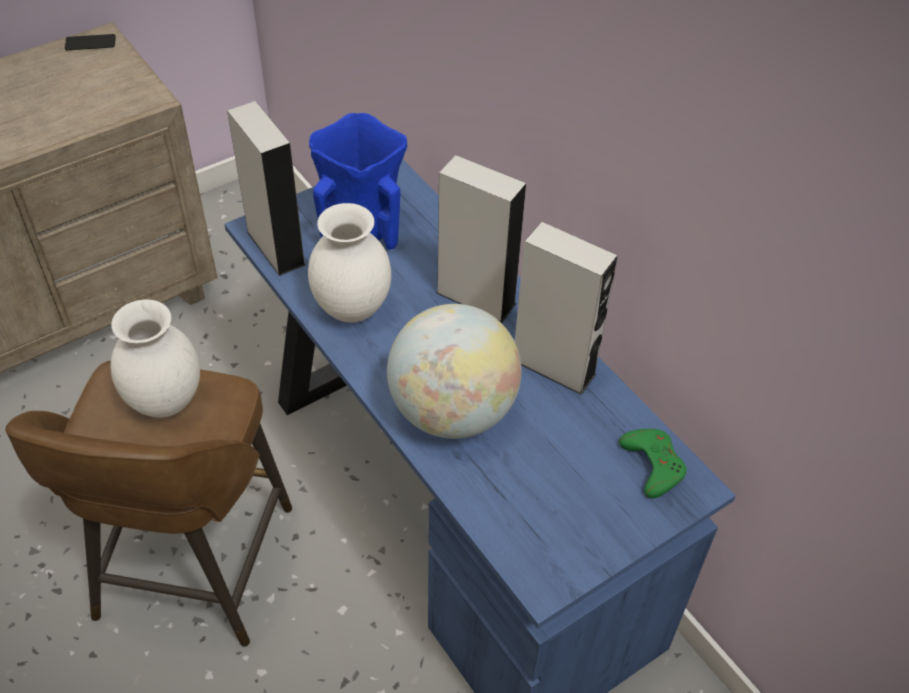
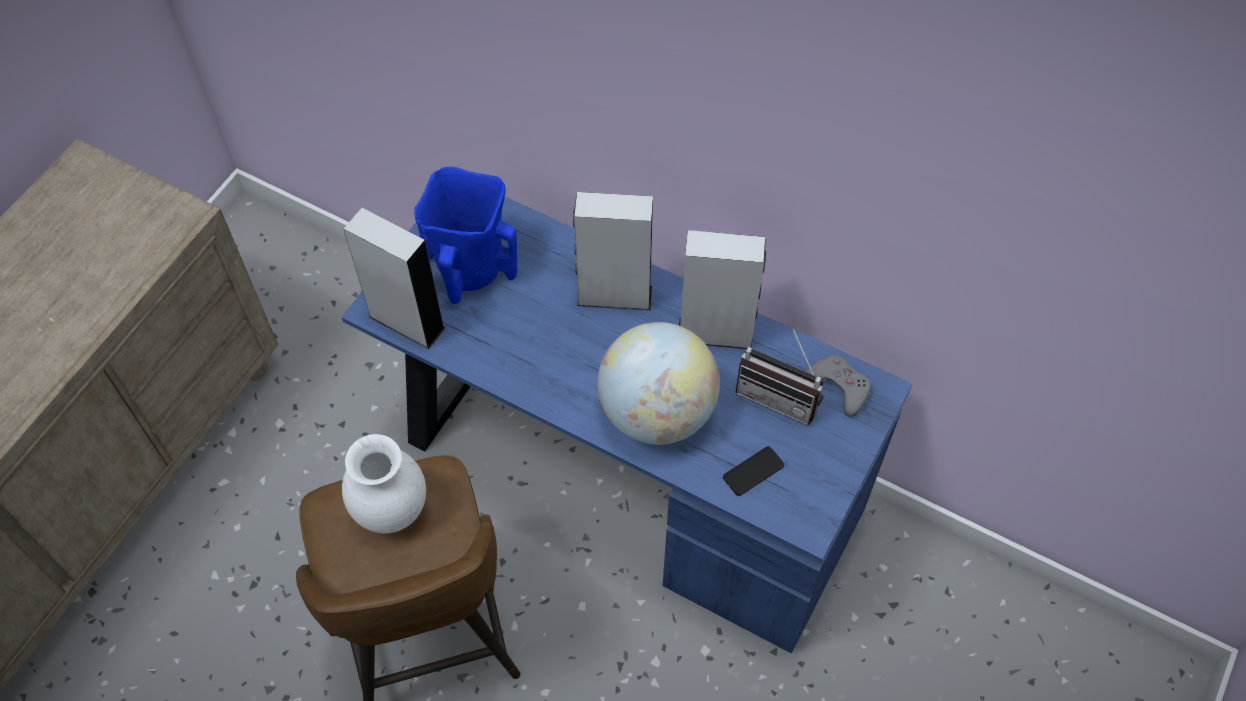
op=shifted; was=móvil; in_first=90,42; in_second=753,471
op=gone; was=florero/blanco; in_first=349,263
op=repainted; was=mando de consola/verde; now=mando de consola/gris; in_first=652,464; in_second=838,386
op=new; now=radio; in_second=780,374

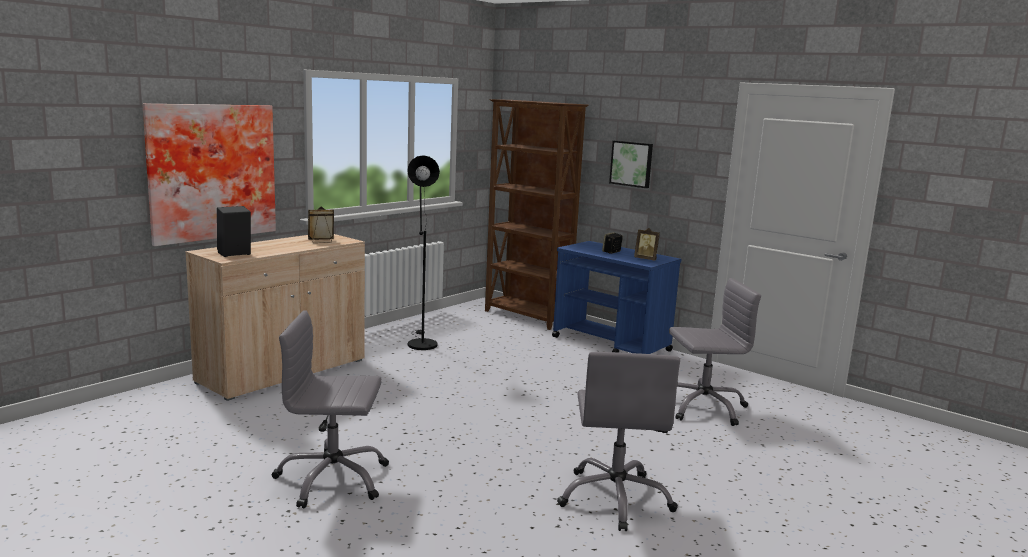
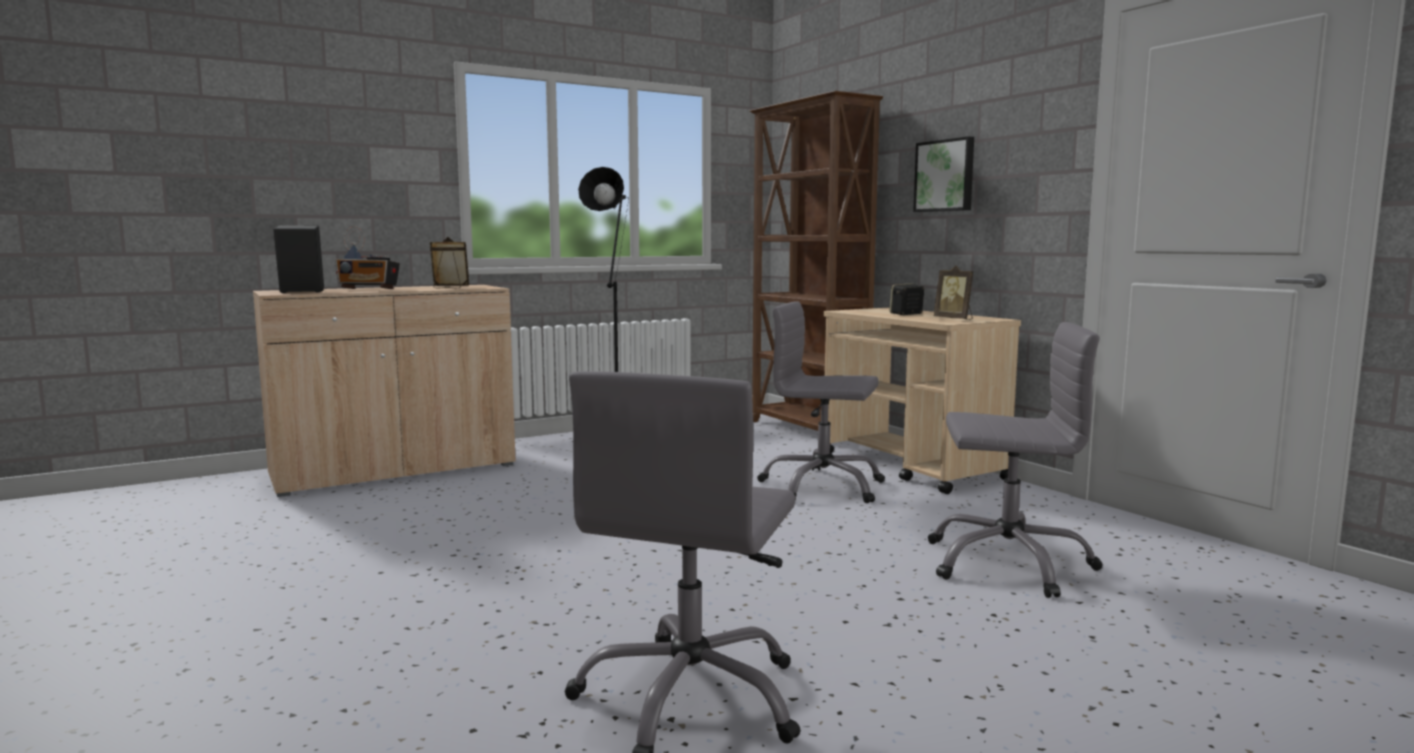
op=gone; was=cuadro; in_first=209,174
op=shifted; was=silla de oficina/gris; in_first=330,409; in_second=821,402
op=repainted; was=carrito/azul; now=carrito/beis; in_first=616,297; in_second=922,401
op=new; now=radio; in_second=367,257

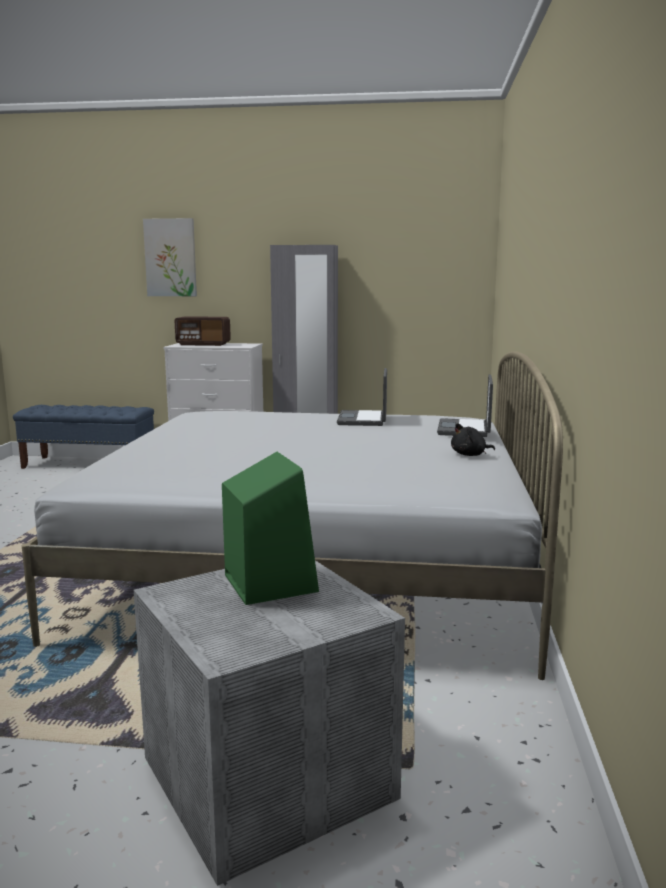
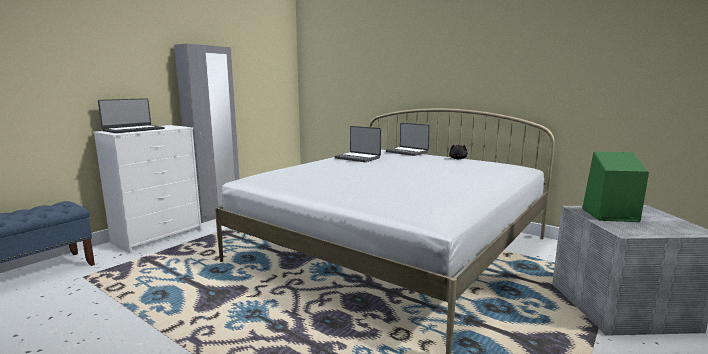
op=gone; was=cuadro; in_first=170,257
op=swapped; was=radio; now=portátil; in_first=203,331; in_second=131,115

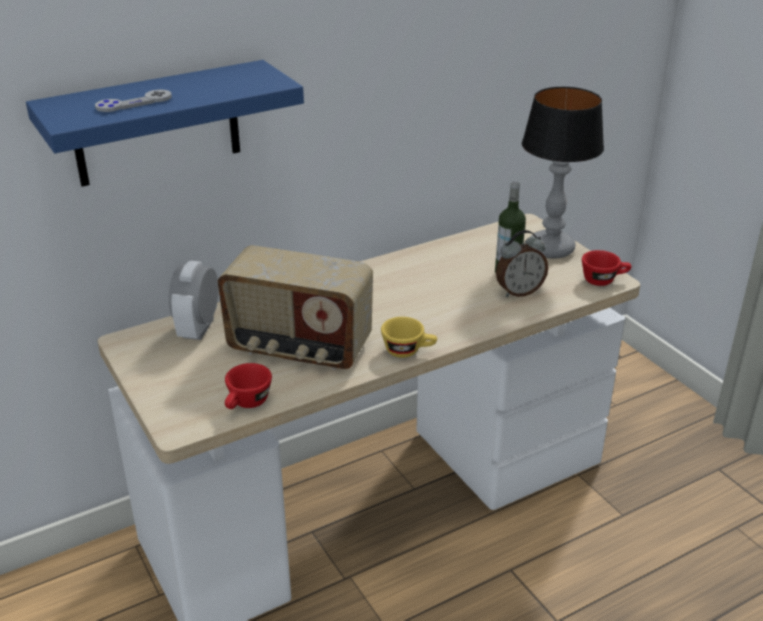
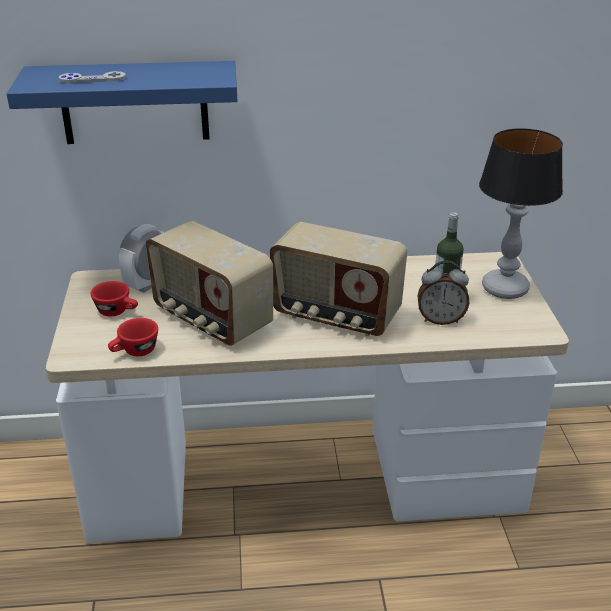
op=gone; was=taza/amarillo; in_first=409,337
op=shifted; was=taza/rojo; in_first=606,268; in_second=114,299
op=new; now=radio; in_second=338,279

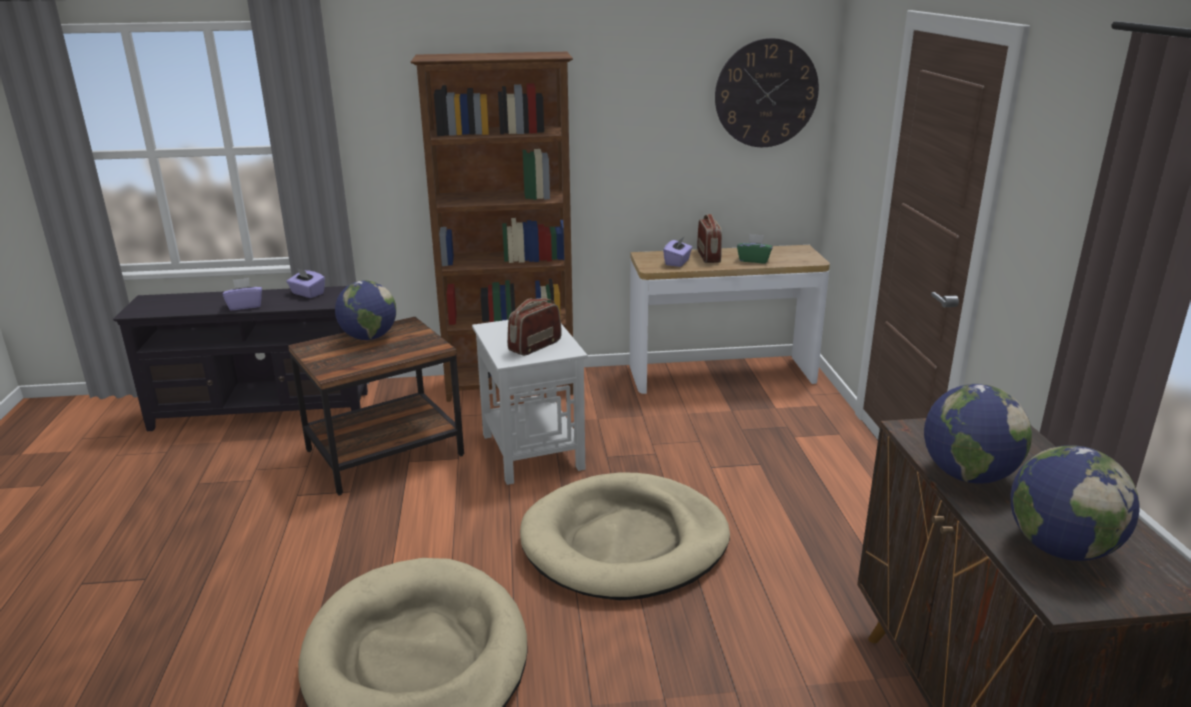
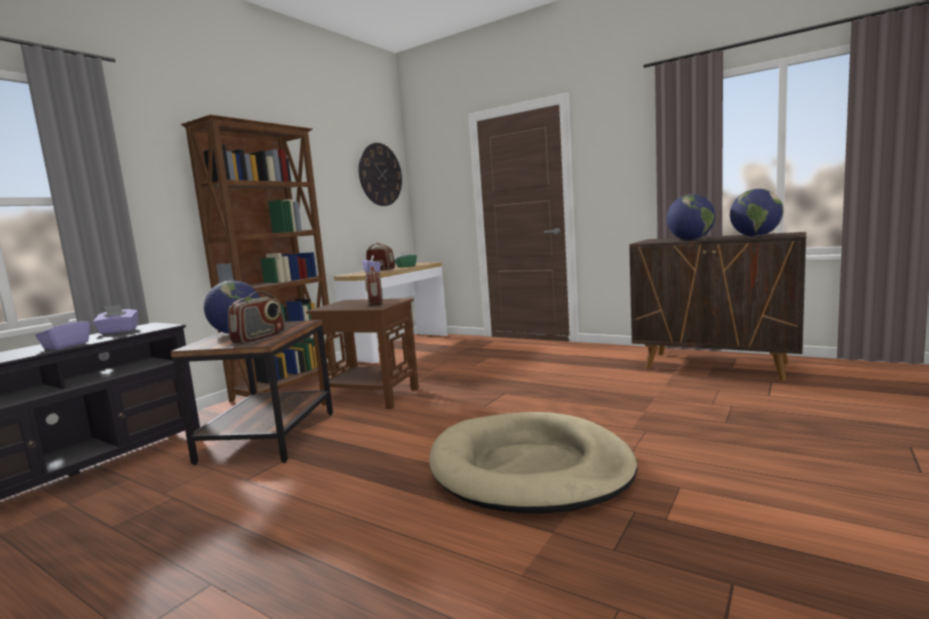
op=repainted; was=mesa auxiliar/blanco; now=mesa auxiliar/marrón; in_first=530,402; in_second=362,353
op=gone; was=cama para perro/beis; in_first=625,536
op=new; now=radio; in_second=256,317

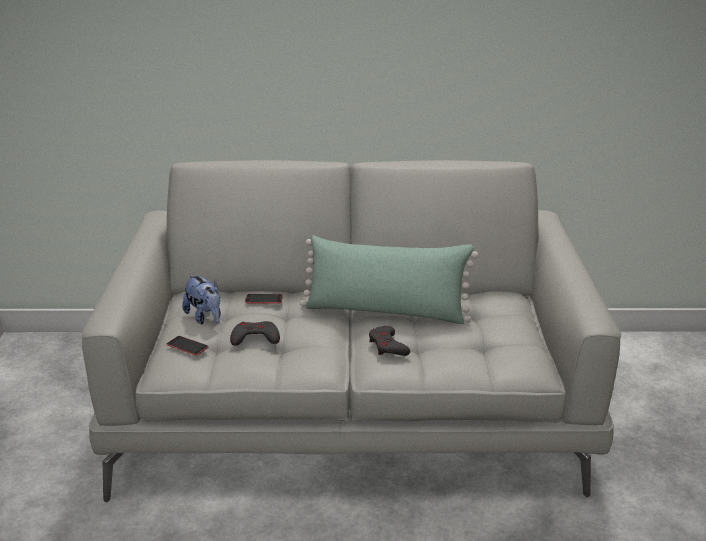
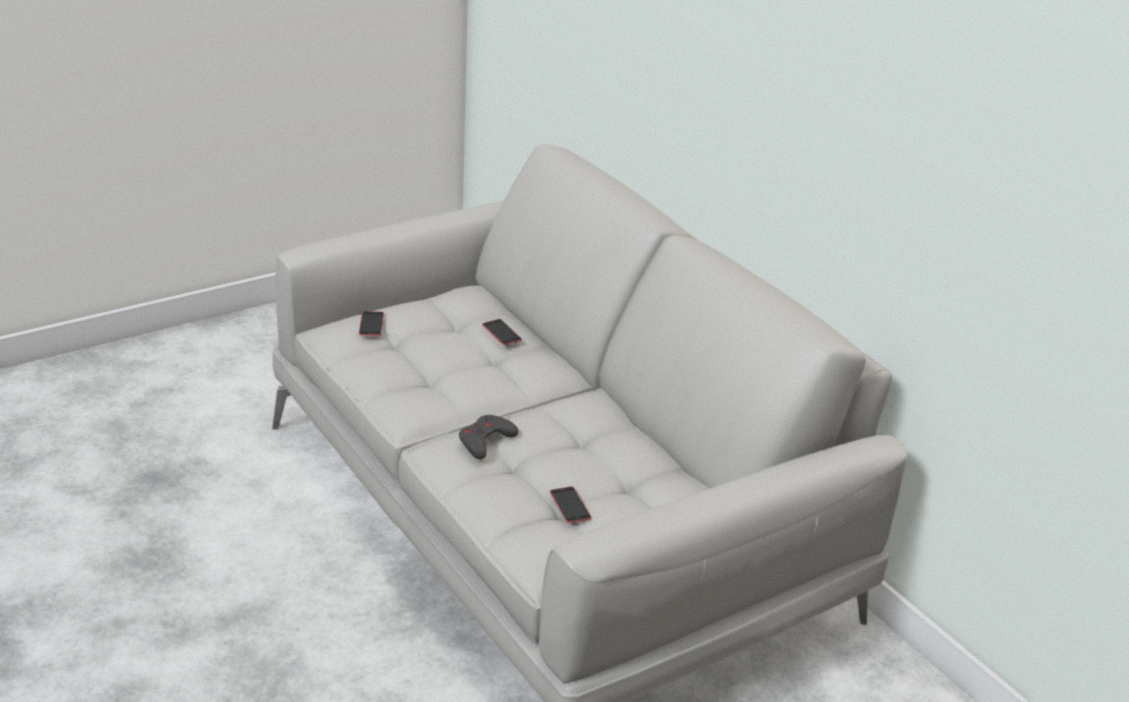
op=gone; was=peluche; in_first=201,299
op=gone; was=mando de consola/gris; in_first=255,333
op=gone; was=cojín/verde; in_first=389,279
op=new; now=móvil; in_second=570,505

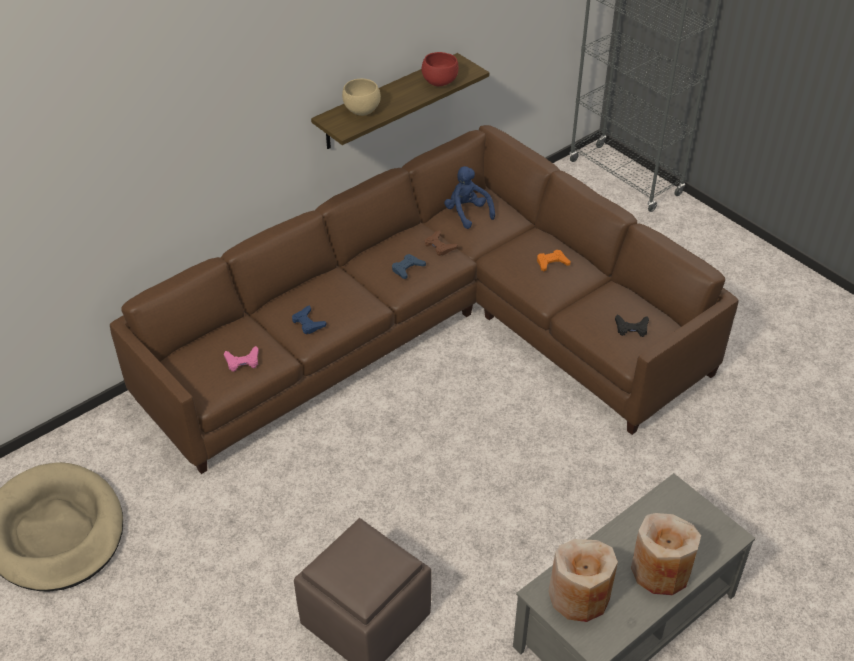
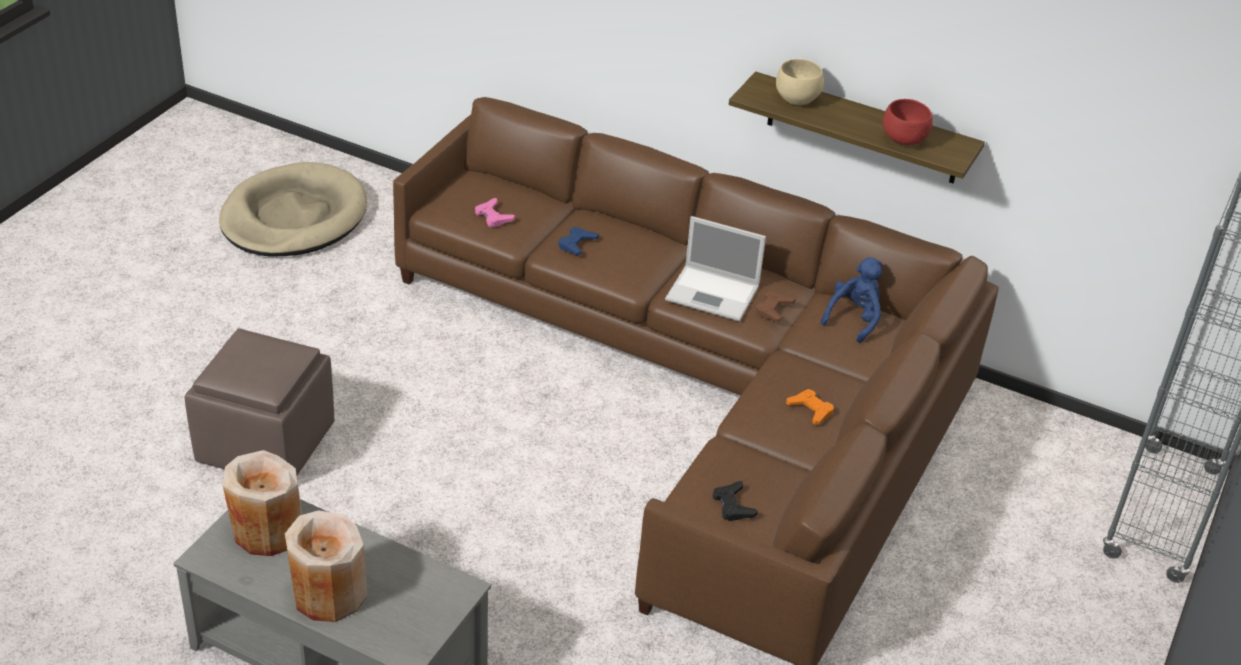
op=swapped; was=mando de consola/azul; now=portátil; in_first=409,266; in_second=715,269

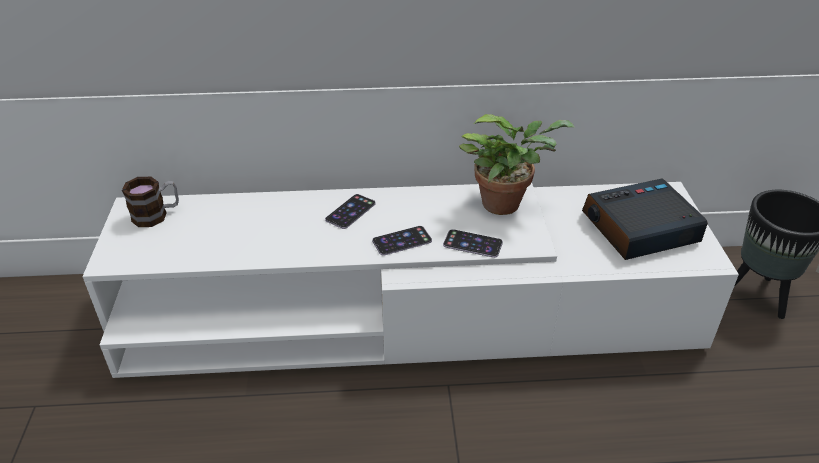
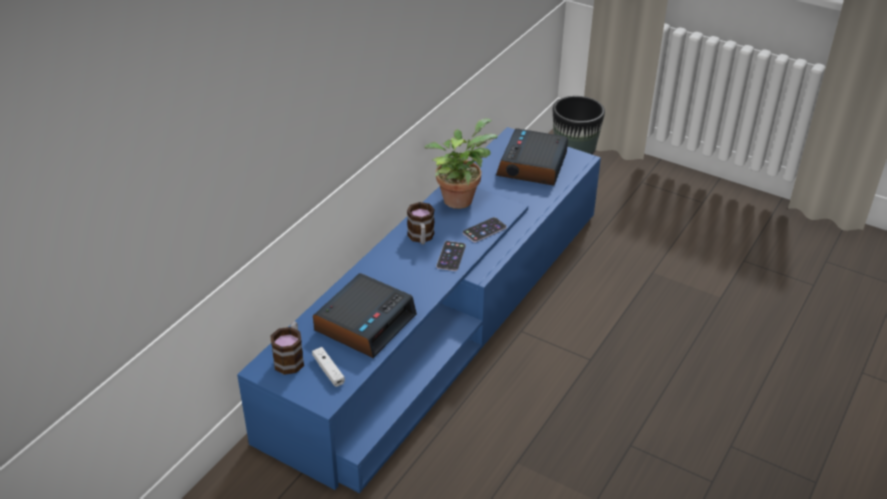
op=repainted; was=mueble de televisión/blanco; now=mueble de televisión/azul; in_first=410,280; in_second=419,310
op=gone; was=móvil; in_first=350,211
op=new; now=mando de consola/blanco; in_second=328,367
op=new; now=despertador; in_second=365,315
op=new; now=taza grande; in_second=421,223

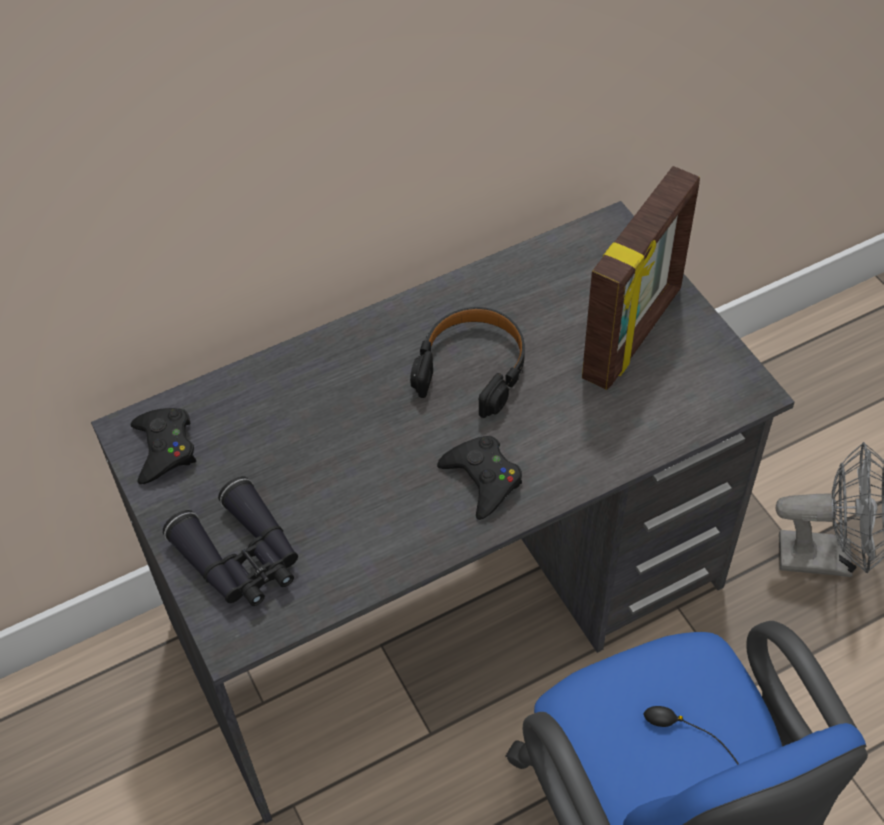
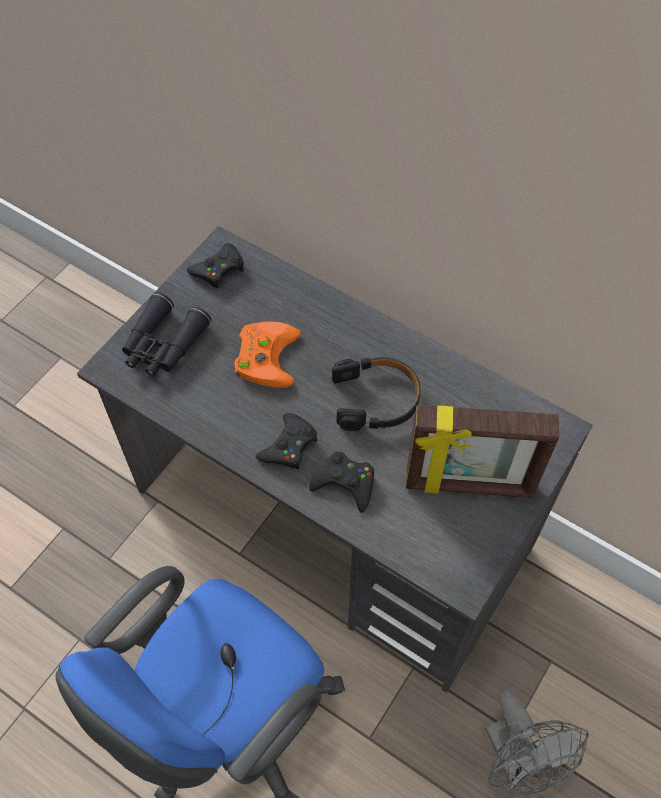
op=new; now=mando de consola/naranja; in_second=267,355
op=new; now=mando de consola/negro; in_second=341,482

